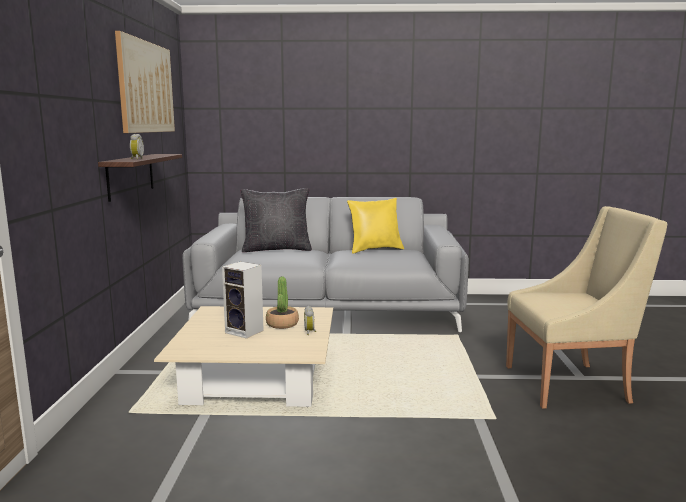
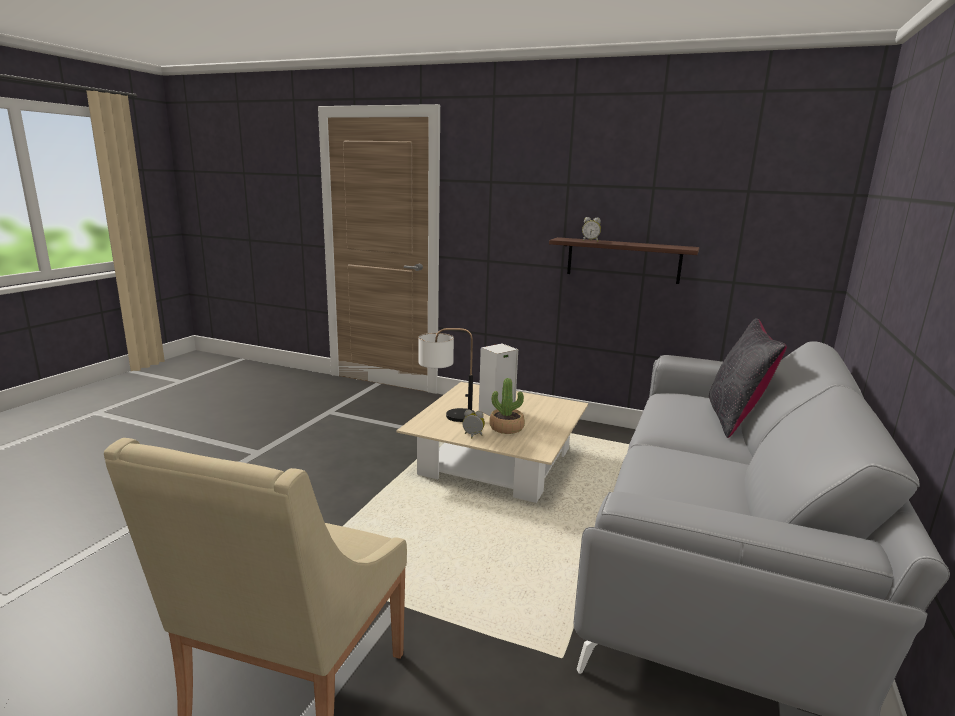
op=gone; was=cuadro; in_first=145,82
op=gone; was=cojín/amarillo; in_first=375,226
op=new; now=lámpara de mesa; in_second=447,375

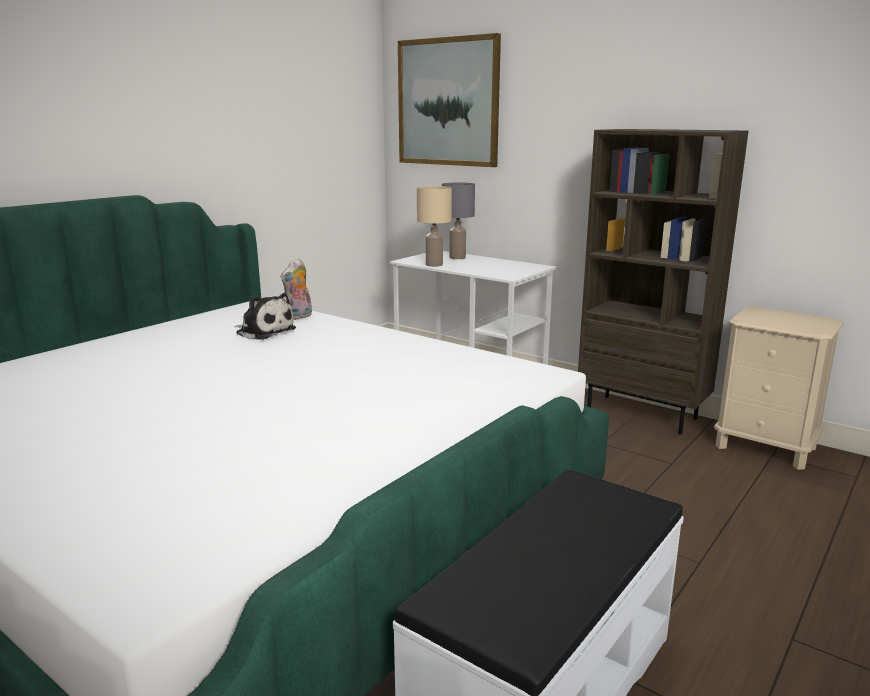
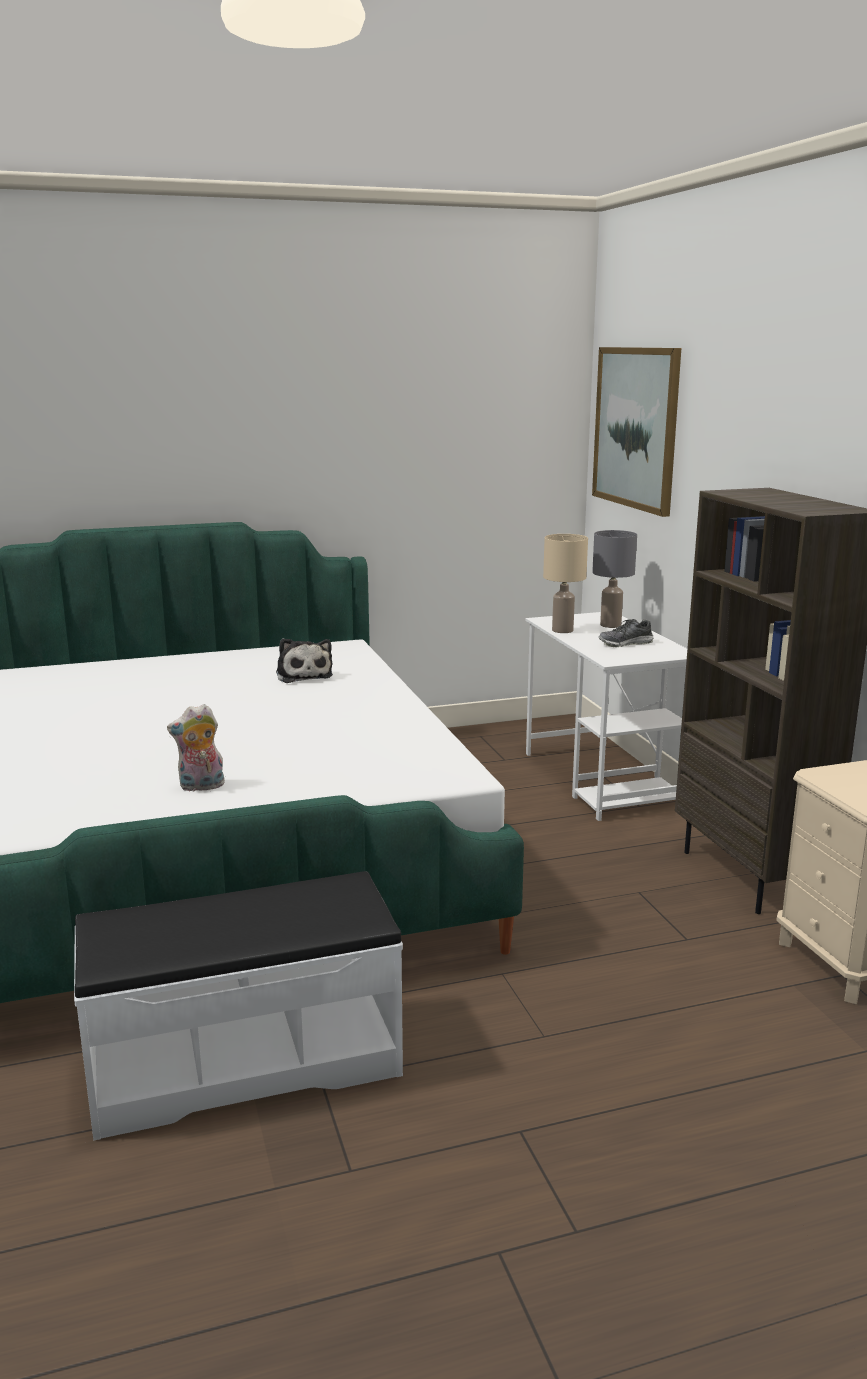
op=shifted; was=peluche; in_first=296,289; in_second=196,748
op=new; now=zapato; in_second=626,633

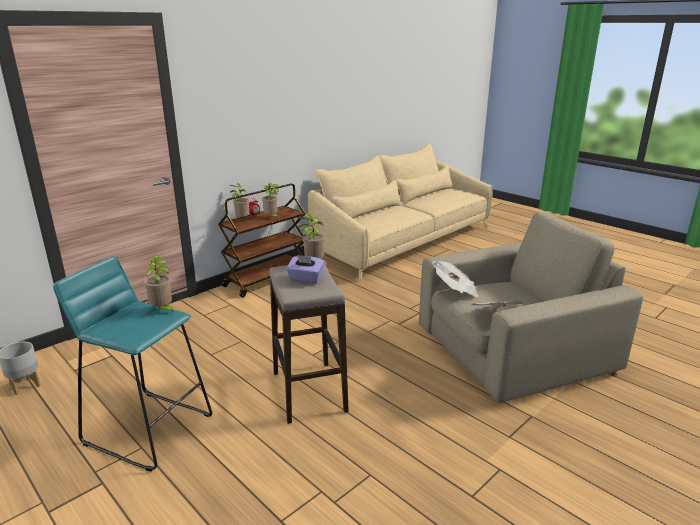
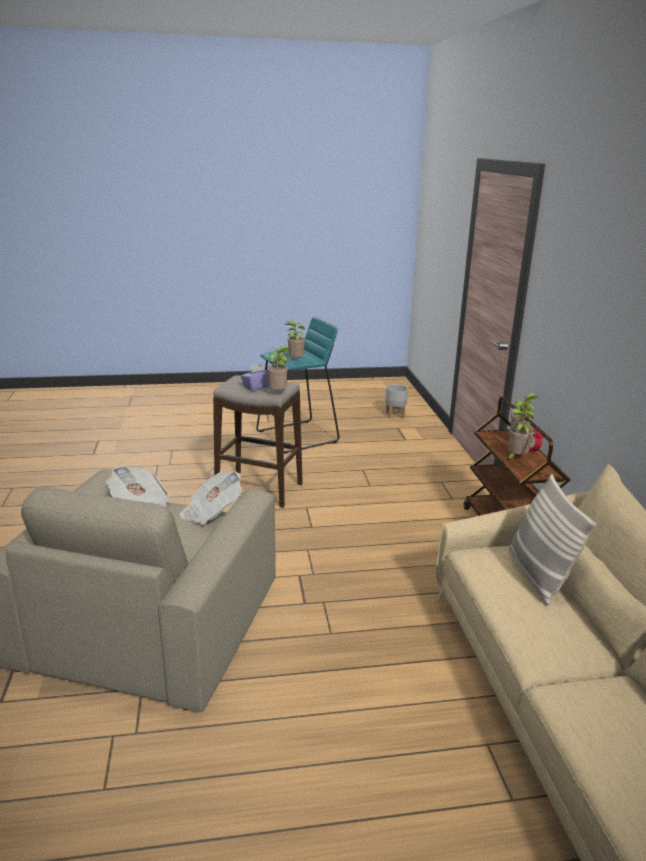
op=new; now=cojín; in_second=552,539

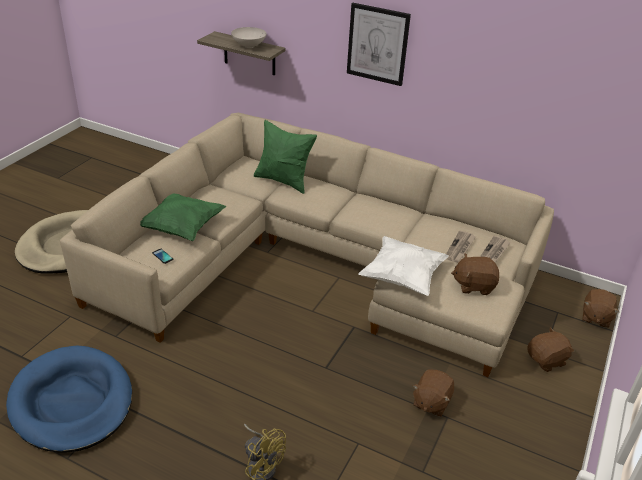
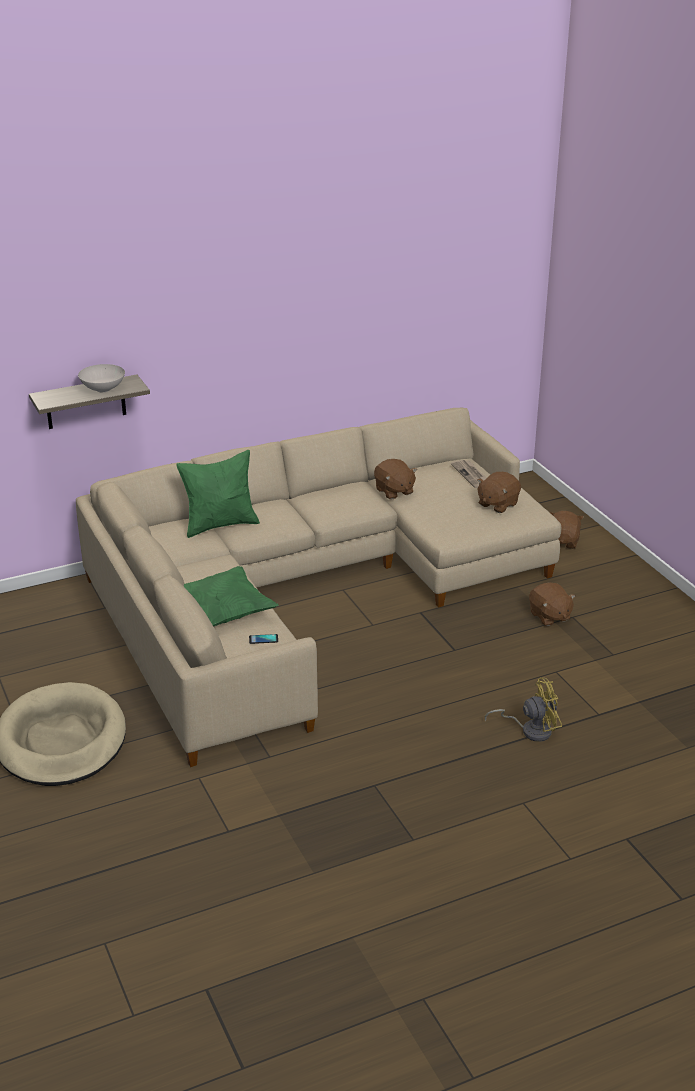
op=gone; was=cama para perro/azul; in_first=69,399
op=gone; was=cuadro; in_first=379,44
op=gone; was=cojín/blanco; in_first=403,266
op=gone; was=periódico; in_first=461,247
op=shifted; was=peluche/marrón; in_first=601,308; in_second=395,479

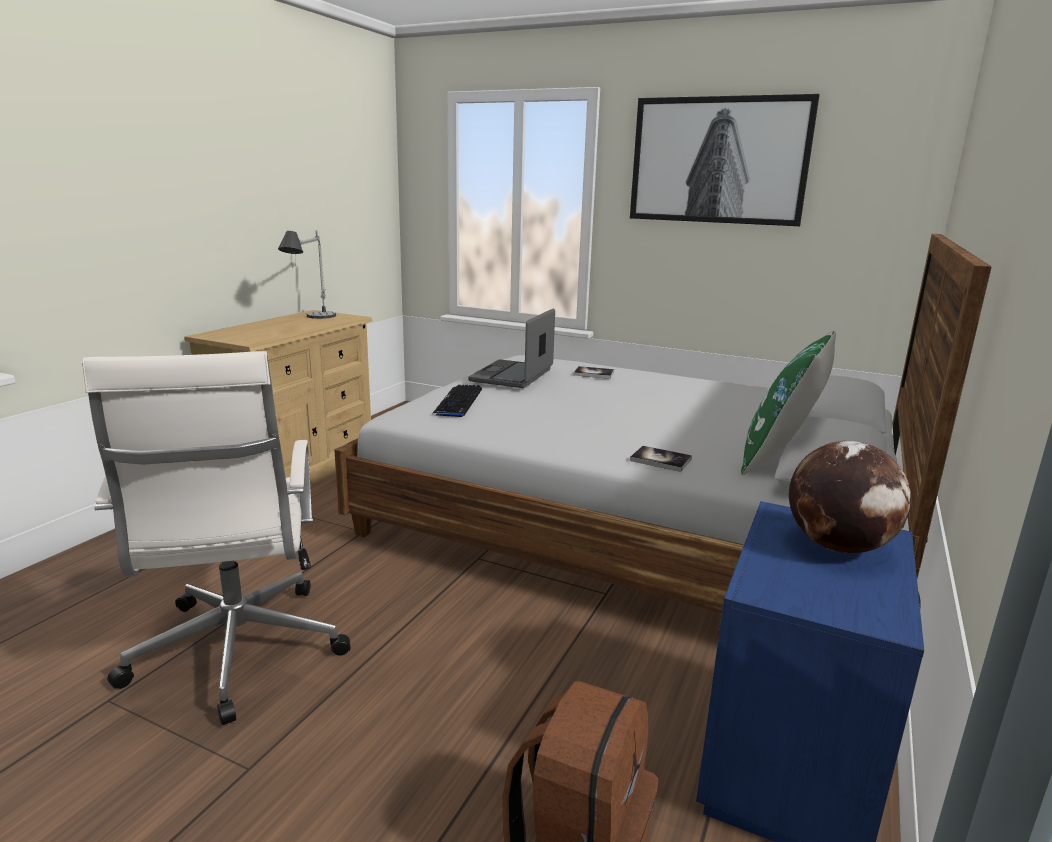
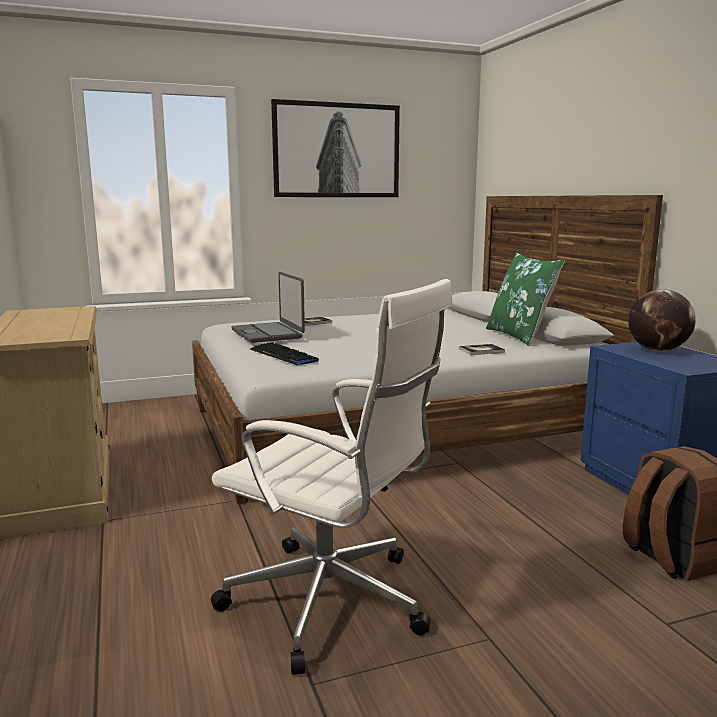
op=gone; was=lámpara de mesa; in_first=307,275

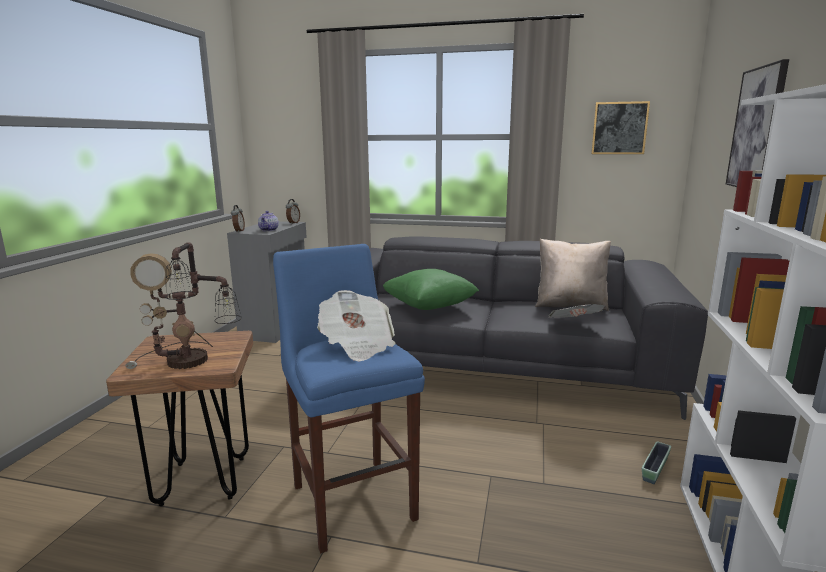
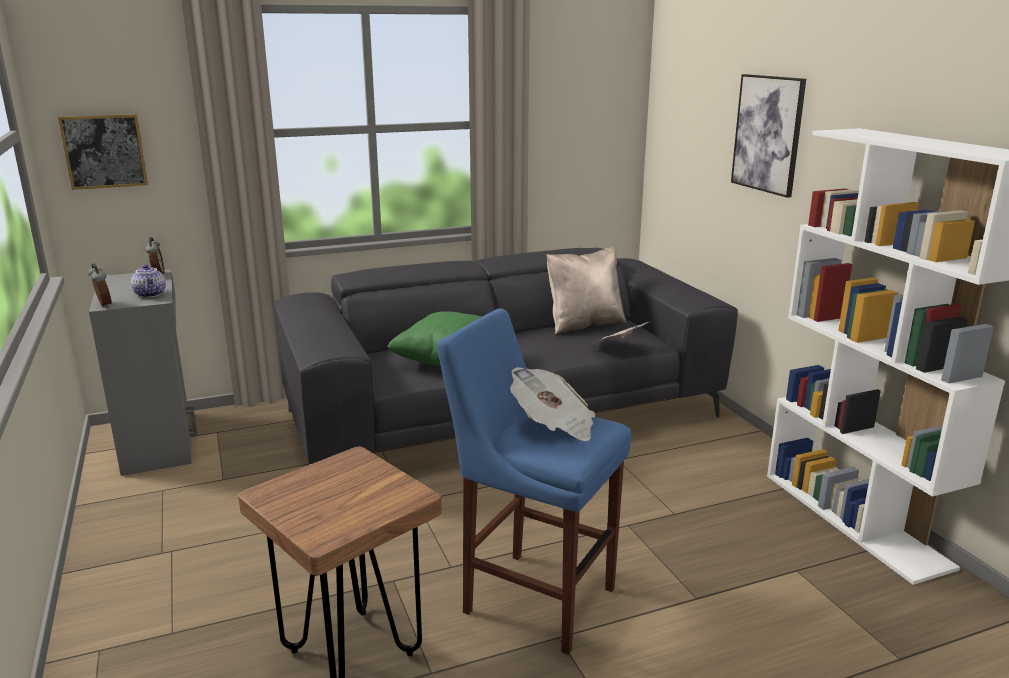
op=gone; was=lámpara de mesa; in_first=183,305
op=shifted; was=cuadro; in_first=620,127; in_second=103,152
op=gone; was=maceta; in_first=656,462

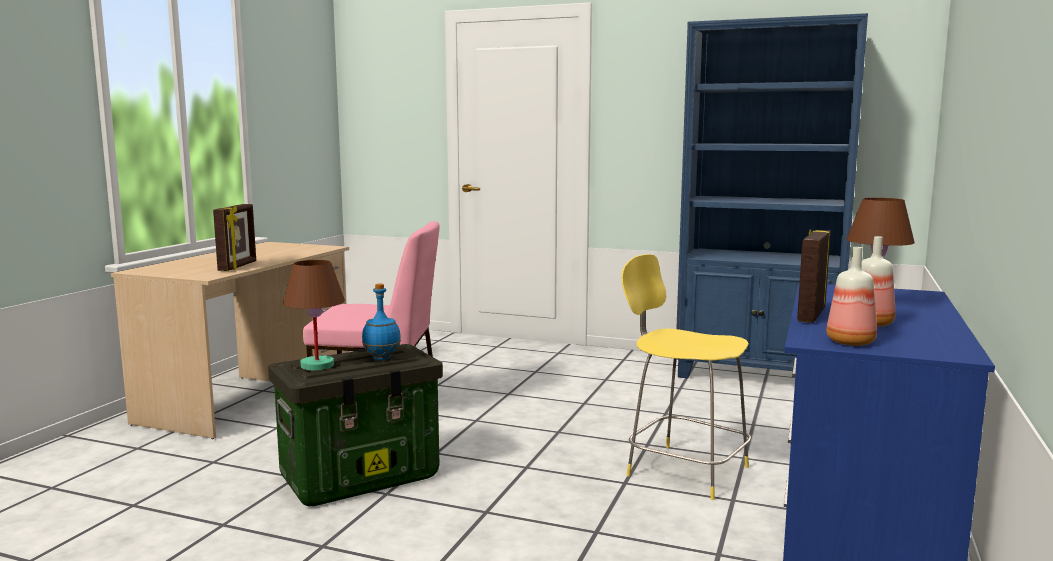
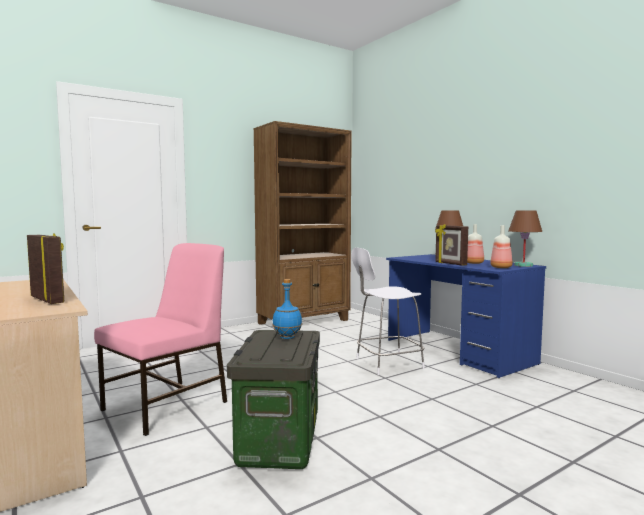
op=shifted; was=lámpara de mesa/marrón; in_first=314,315; in_second=525,238
op=repainted; was=taburete/amarillo; now=taburete/blanco; in_first=686,377; in_second=388,311
op=repainted; was=estantería/azul; now=estantería/marrón; in_first=772,195; in_second=302,225

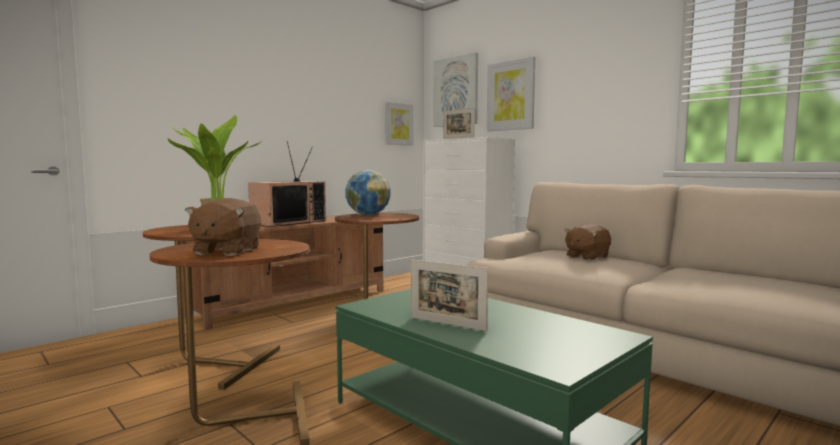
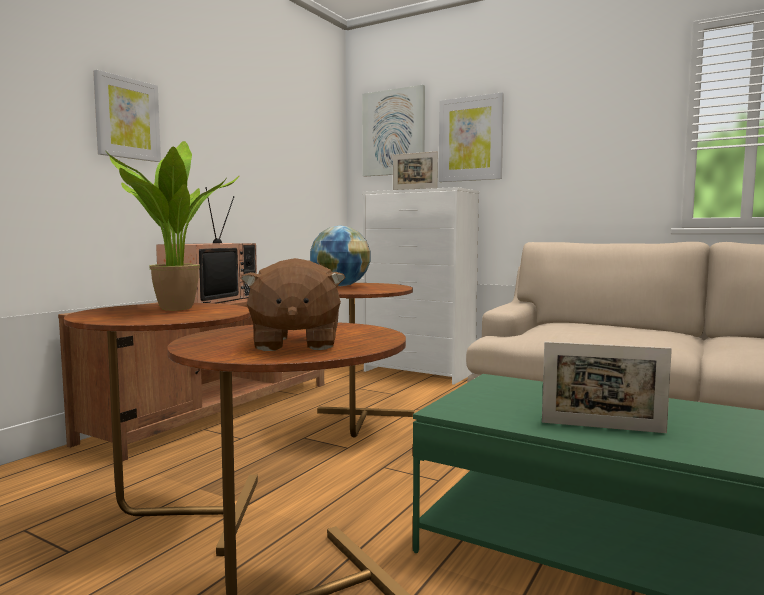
op=shifted; was=cuadro; in_first=399,124; in_second=127,116
op=gone; was=peluche/marrón; in_first=588,242

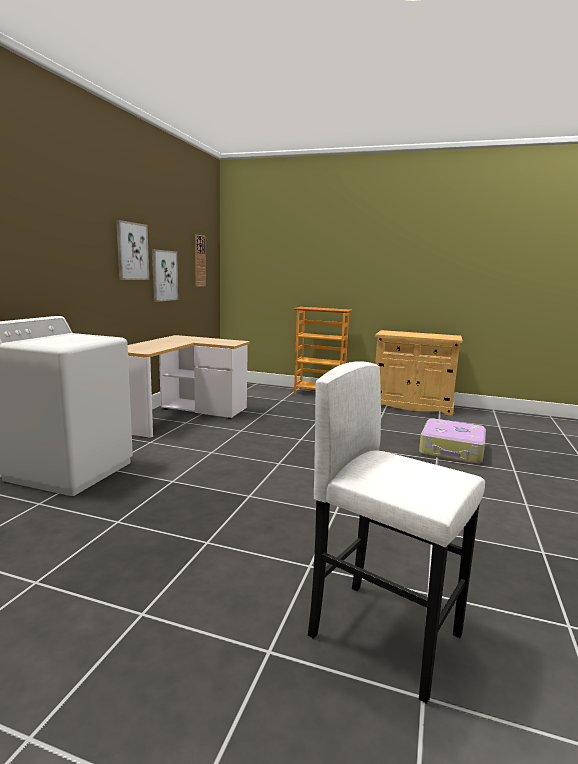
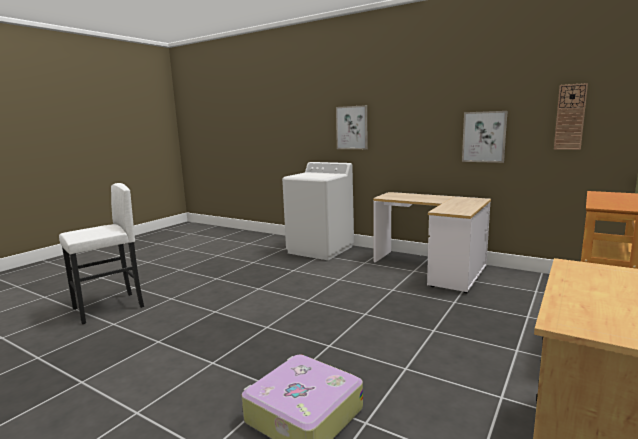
op=shifted; was=cuadro; in_first=132,250; in_second=351,127

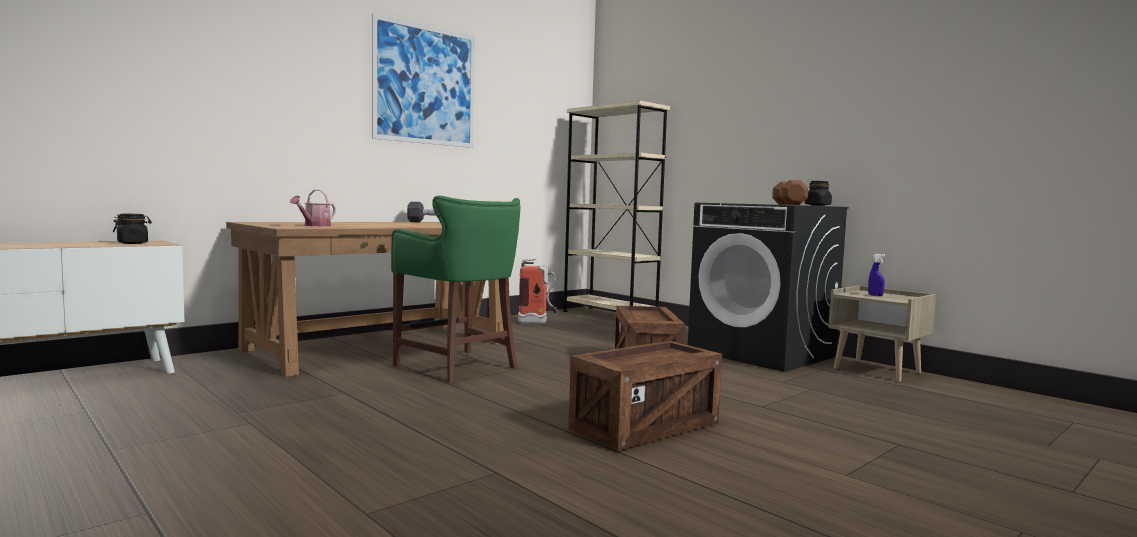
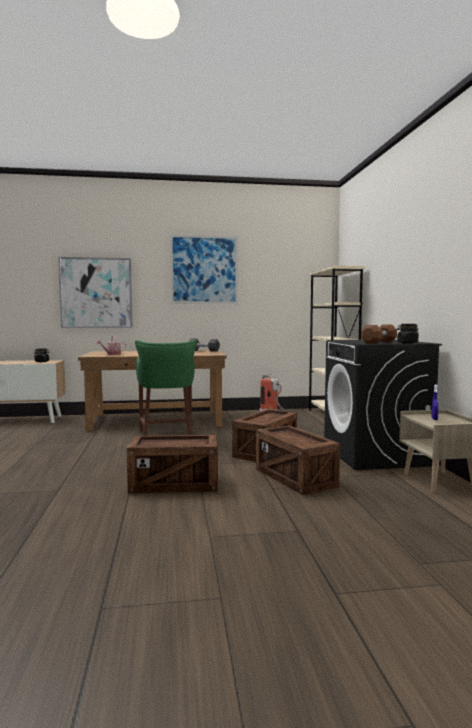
op=new; now=cuadro; in_second=95,292
op=new; now=caja de embalaje; in_second=298,460

